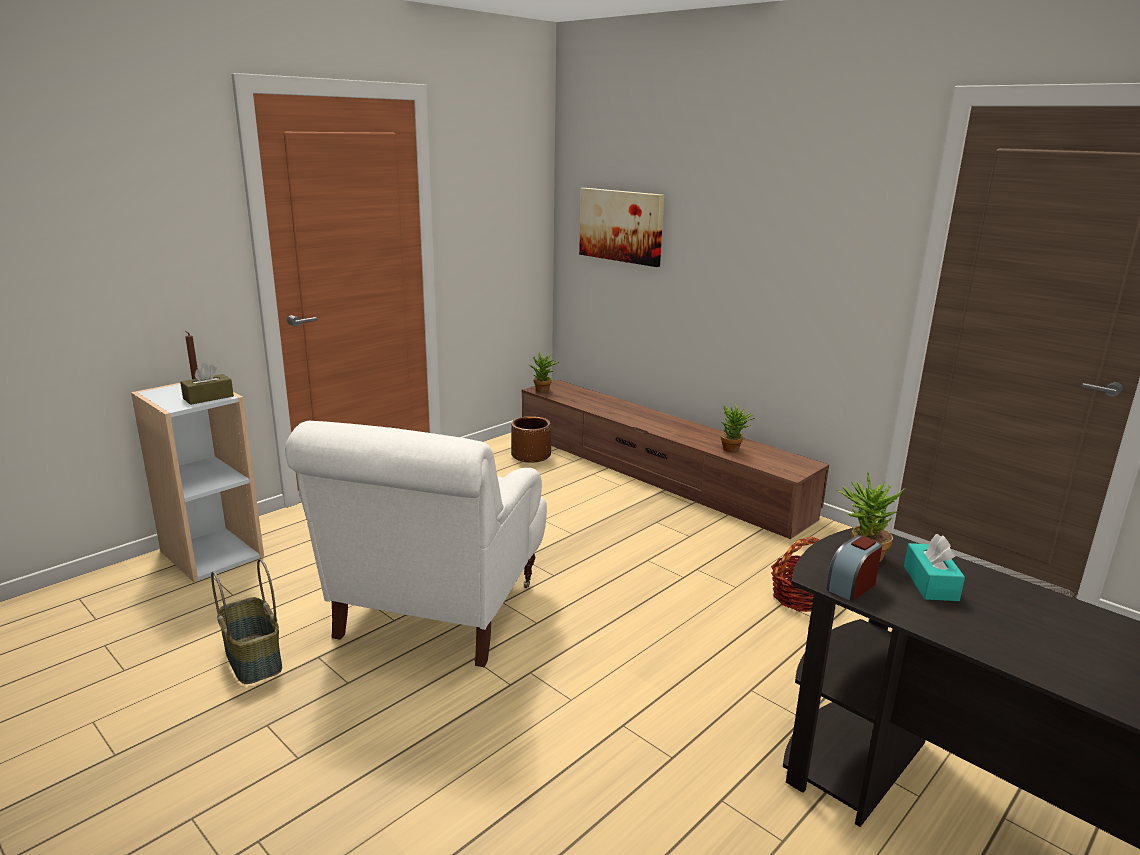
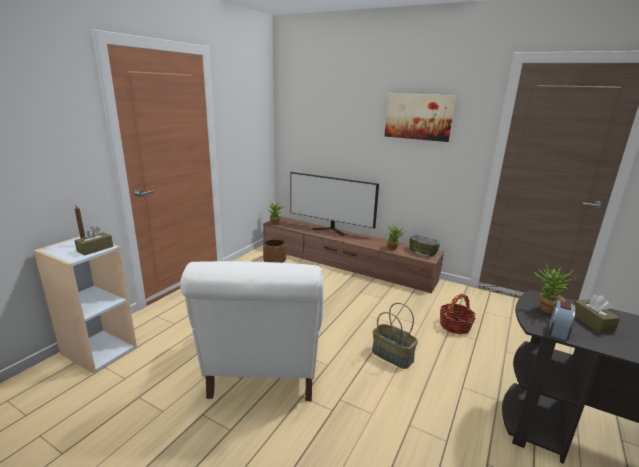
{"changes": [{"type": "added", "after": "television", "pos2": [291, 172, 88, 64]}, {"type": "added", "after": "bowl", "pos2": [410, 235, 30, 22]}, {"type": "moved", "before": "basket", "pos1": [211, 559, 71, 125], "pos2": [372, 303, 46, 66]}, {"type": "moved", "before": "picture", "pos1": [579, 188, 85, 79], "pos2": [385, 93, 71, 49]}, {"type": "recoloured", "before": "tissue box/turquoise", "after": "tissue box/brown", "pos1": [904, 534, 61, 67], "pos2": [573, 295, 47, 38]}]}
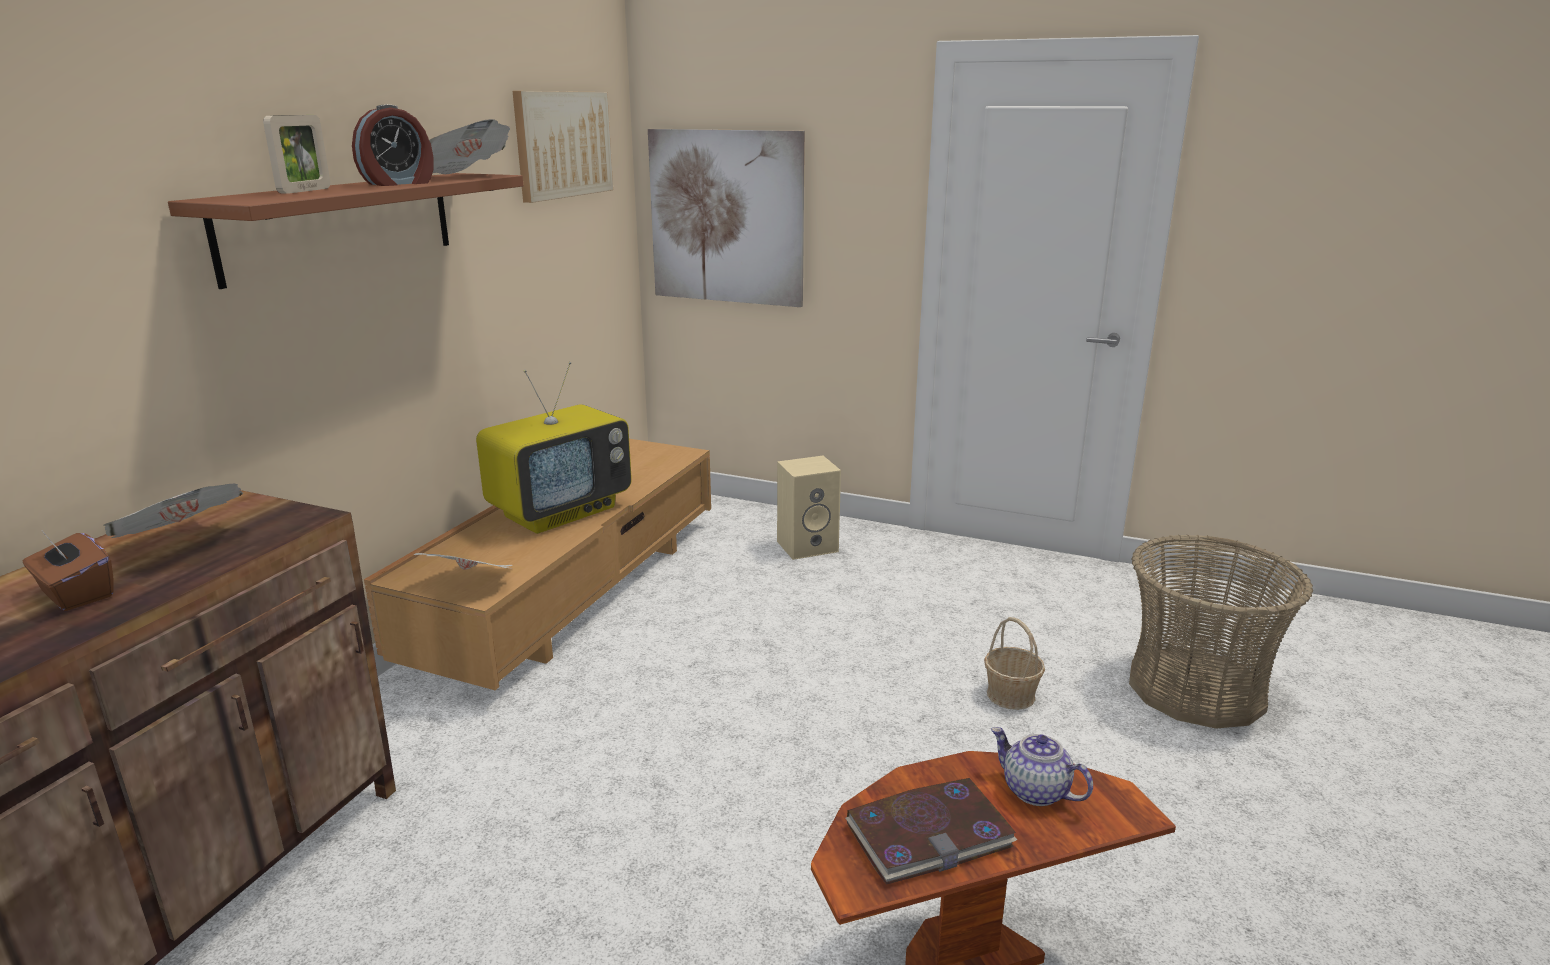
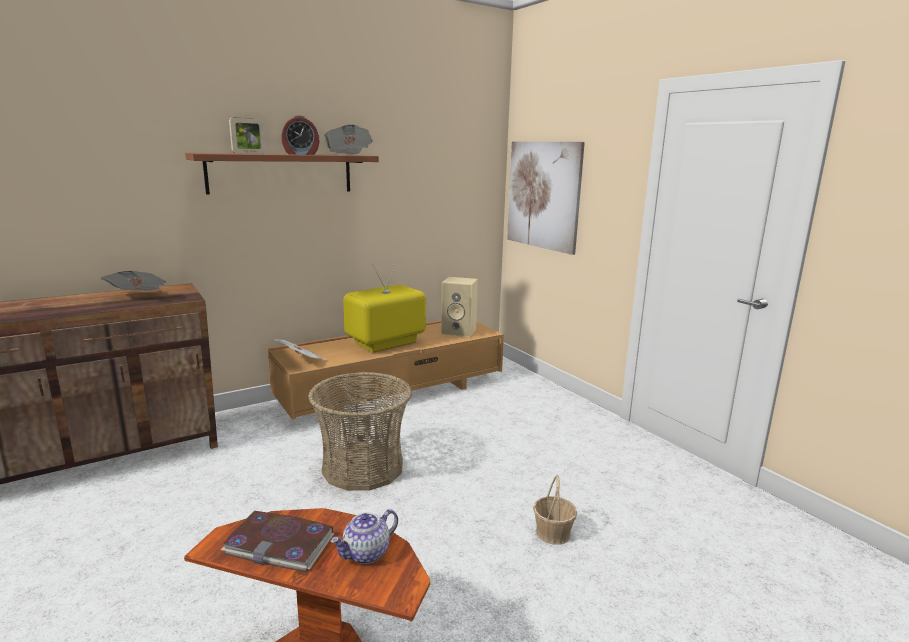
{"changes": [{"type": "removed", "before": "tissue box/brown", "pos1": [23, 532, 91, 79]}, {"type": "removed", "before": "picture", "pos1": [513, 91, 100, 112]}, {"type": "moved", "before": "speaker/beige", "pos1": [777, 456, 64, 104], "pos2": [441, 277, 37, 60]}, {"type": "moved", "before": "basket", "pos1": [1129, 534, 184, 195], "pos2": [308, 372, 104, 119]}, {"type": "turned", "before": "television", "pos1": [476, 362, 156, 172], "pos2": [343, 259, 83, 94], "turn": 150}, {"type": "turned", "before": "teapot", "pos1": [991, 727, 102, 79], "pos2": [330, 509, 68, 55], "turn": -120}]}
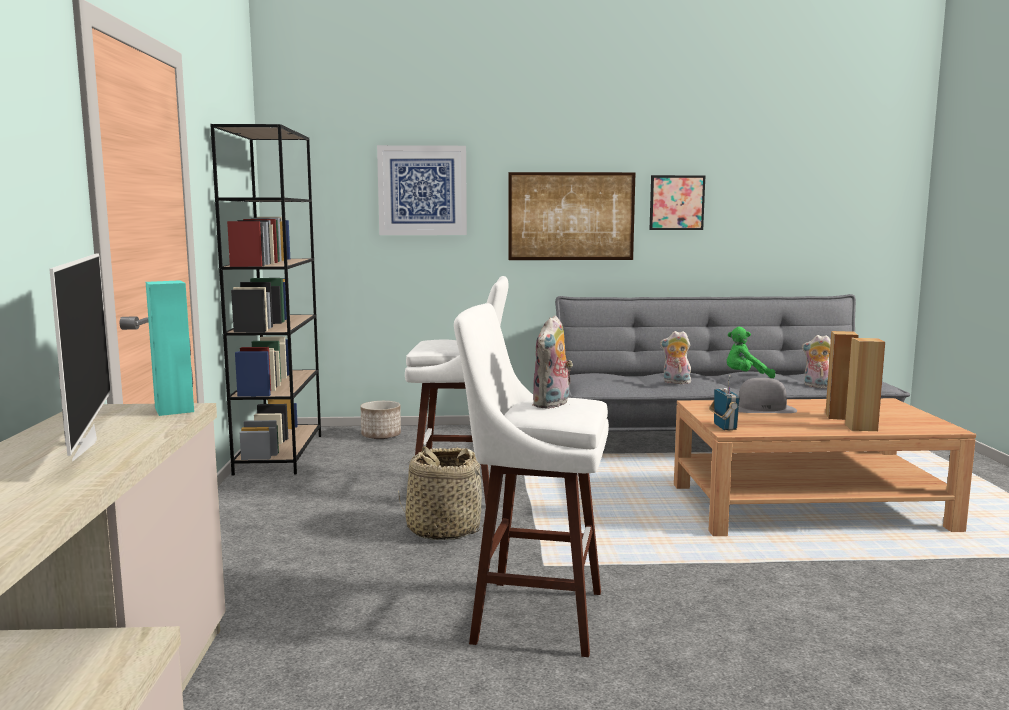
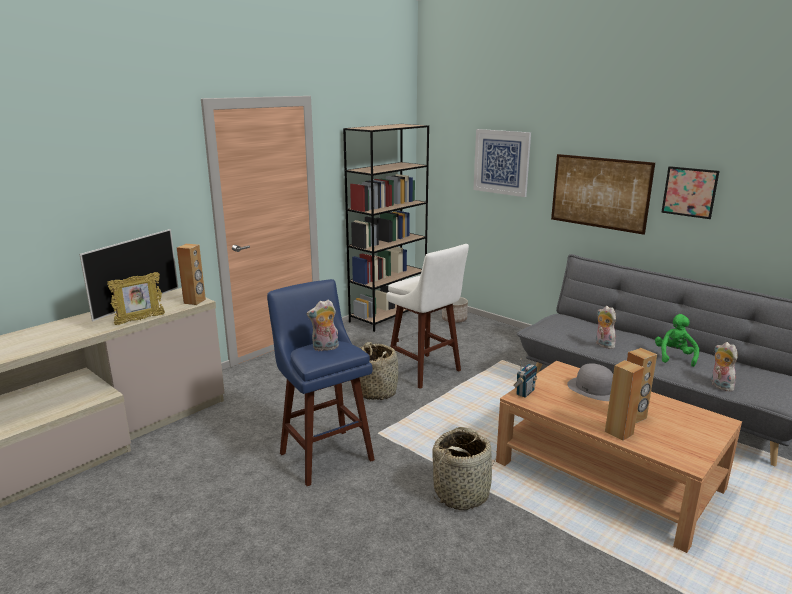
{"changes": [{"type": "added", "after": "picture frame", "pos2": [107, 272, 58, 53]}, {"type": "added", "after": "basket", "pos2": [432, 427, 63, 83]}, {"type": "recoloured", "before": "speaker/turquoise", "after": "speaker/brown", "pos1": [146, 280, 48, 136], "pos2": [177, 244, 29, 61]}, {"type": "recoloured", "before": "stool/white", "after": "stool/blue", "pos1": [454, 303, 155, 354], "pos2": [267, 279, 108, 207]}, {"type": "turned", "before": "plush toy/green", "pos1": [727, 327, 48, 51], "pos2": [655, 314, 44, 53], "turn": 60}]}
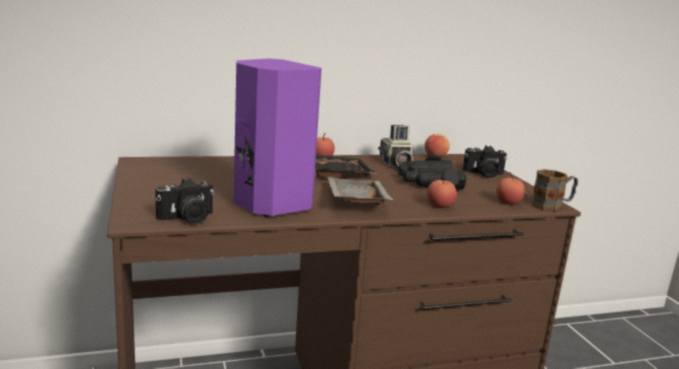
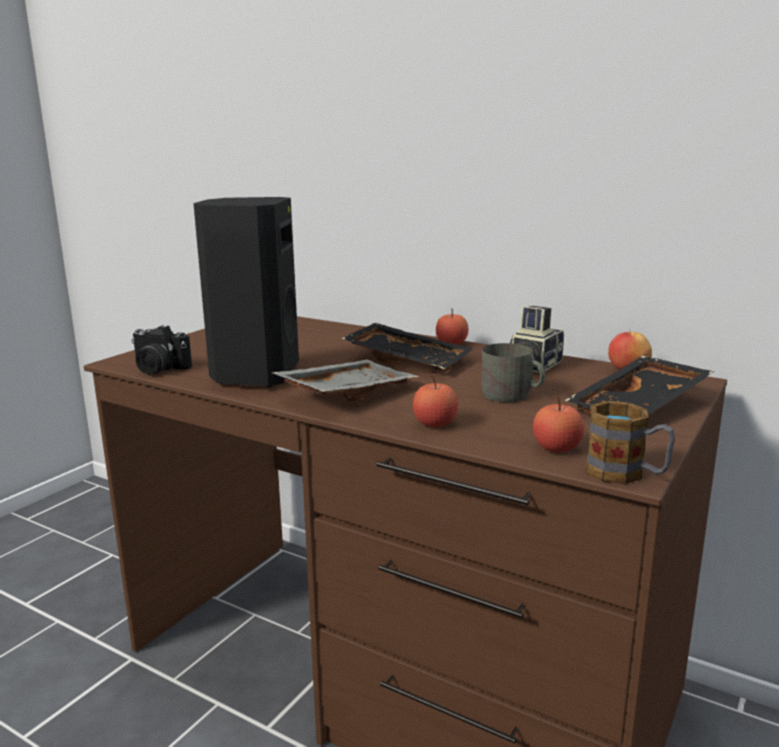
{"changes": [{"type": "replaced", "before": "binoculars/black", "after": "mug/grey", "pos1": [398, 155, 69, 34], "pos2": [482, 343, 63, 59]}, {"type": "replaced", "before": "photo camera", "after": "tray/black", "pos1": [463, 145, 44, 33], "pos2": [565, 356, 149, 60]}, {"type": "recoloured", "before": "speaker/purple", "after": "speaker/black", "pos1": [234, 58, 88, 159], "pos2": [193, 197, 106, 190]}]}
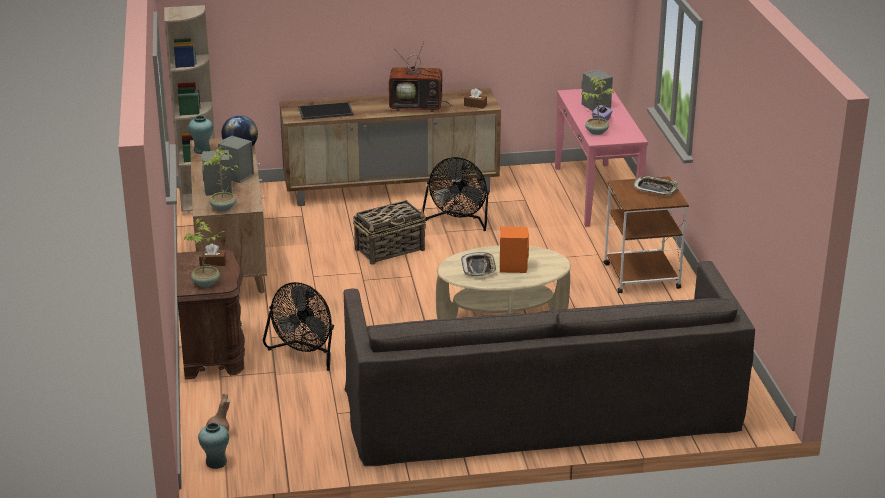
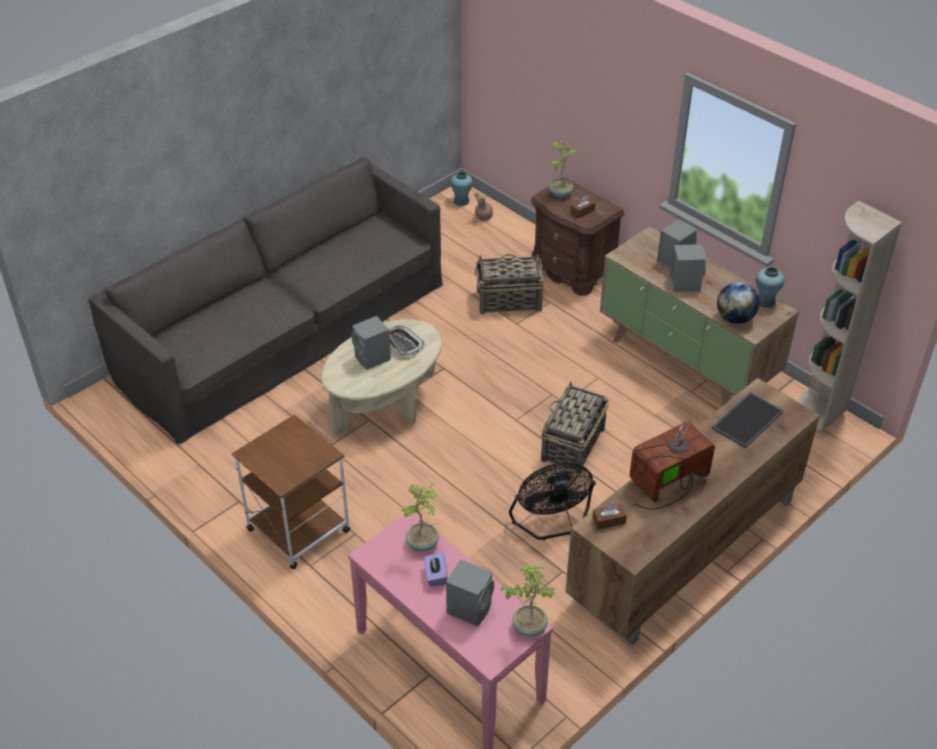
{"changes": [{"type": "removed", "before": "tray", "pos1": [634, 176, 44, 20]}, {"type": "moved", "before": "potted plant", "pos1": [203, 146, 36, 65], "pos2": [500, 563, 55, 74]}, {"type": "replaced", "before": "fan/black", "after": "basket", "pos1": [263, 282, 71, 89], "pos2": [475, 253, 69, 61]}, {"type": "recoloured", "before": "speaker/orange", "after": "speaker/grey", "pos1": [500, 227, 29, 46], "pos2": [351, 316, 40, 54]}]}
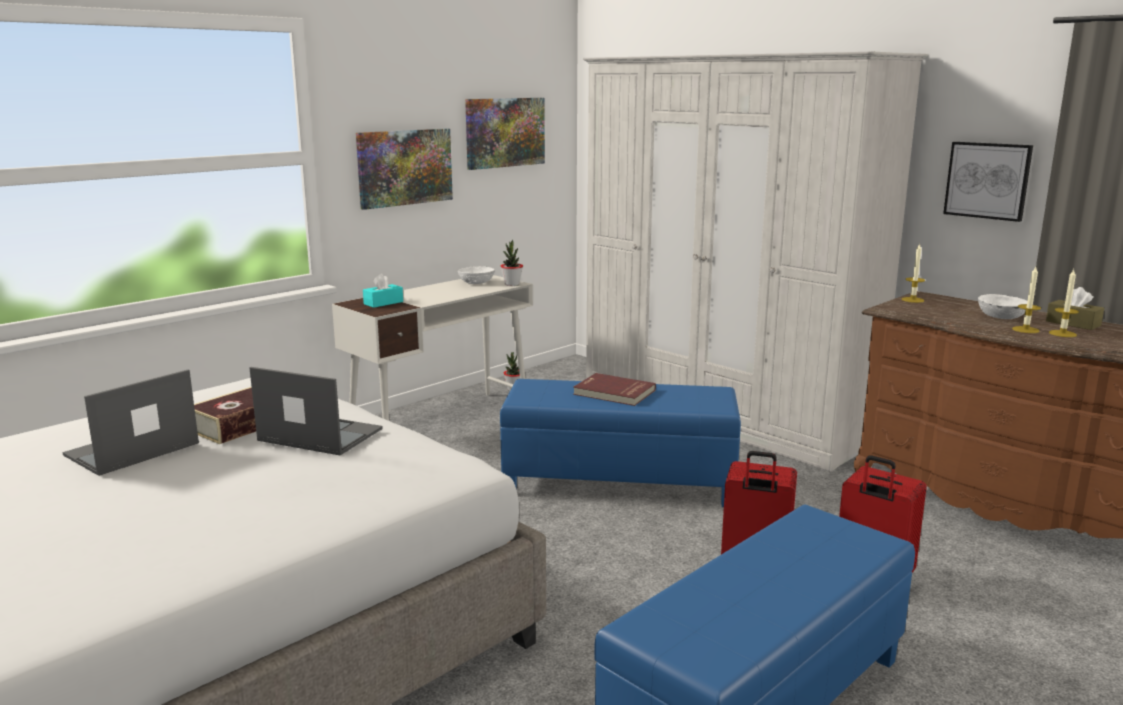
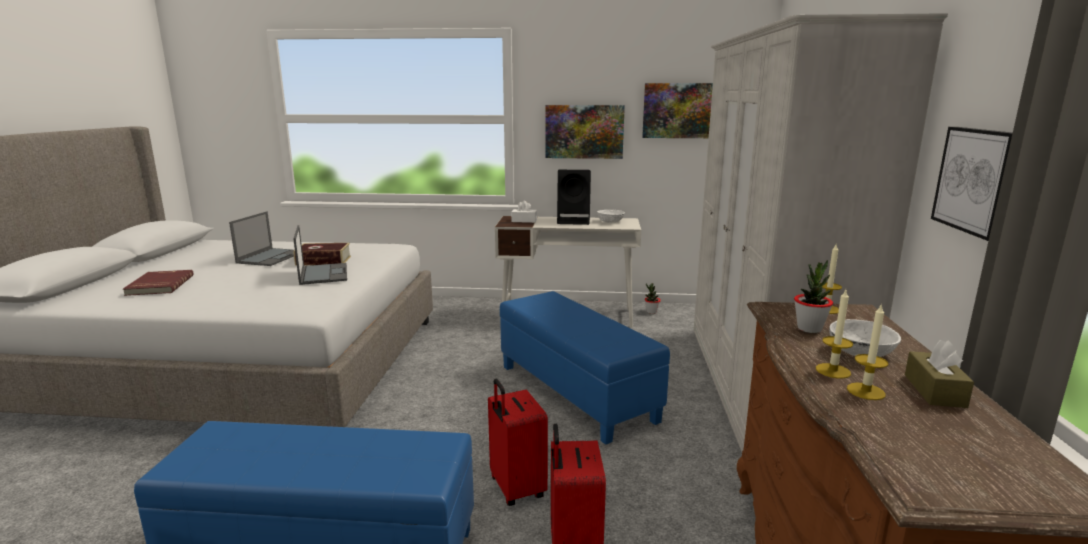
{"changes": [{"type": "added", "after": "speaker/black", "pos2": [557, 170, 34, 55]}, {"type": "moved", "before": "potted plant", "pos1": [501, 240, 22, 46], "pos2": [794, 260, 39, 73]}, {"type": "moved", "before": "book/red", "pos1": [573, 373, 83, 33], "pos2": [123, 270, 70, 26]}, {"type": "recoloured", "before": "tissue box/turquoise", "after": "tissue box/white", "pos1": [363, 273, 40, 35], "pos2": [511, 201, 26, 22]}, {"type": "turned", "before": "laptop", "pos1": [62, 369, 137, 107], "pos2": [229, 211, 65, 55], "turn": 105}]}
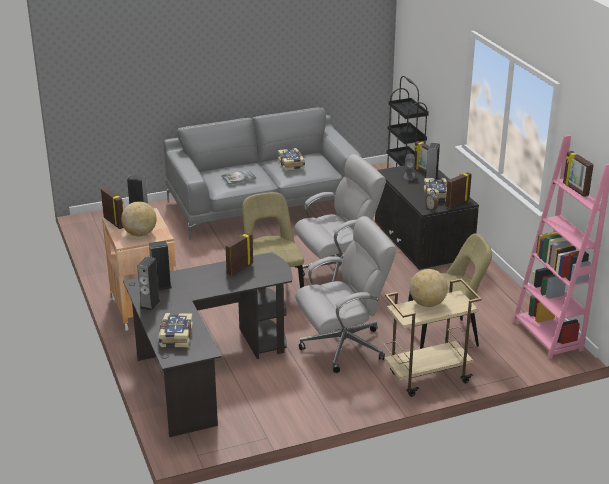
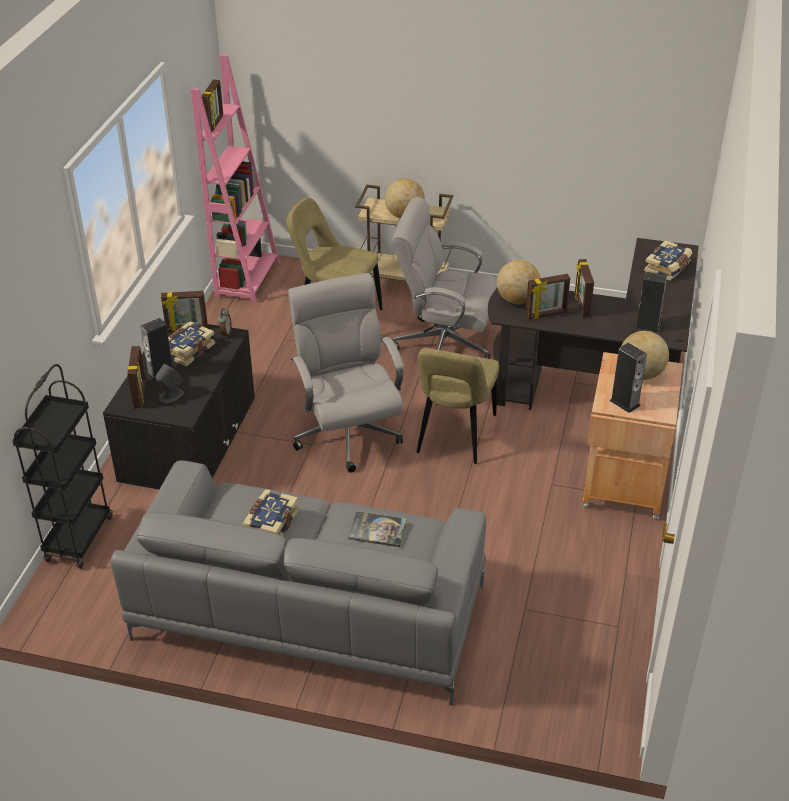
{"changes": [{"type": "removed", "before": "speaker", "pos1": [137, 256, 23, 55]}, {"type": "added", "after": "globe", "pos2": [497, 260, 44, 44]}, {"type": "moved", "before": "picture frame", "pos1": [101, 188, 22, 41], "pos2": [575, 259, 19, 58]}, {"type": "turned", "before": "office chair/grey", "pos1": [294, 154, 92, 128], "pos2": [288, 273, 116, 200], "turn": 60}]}
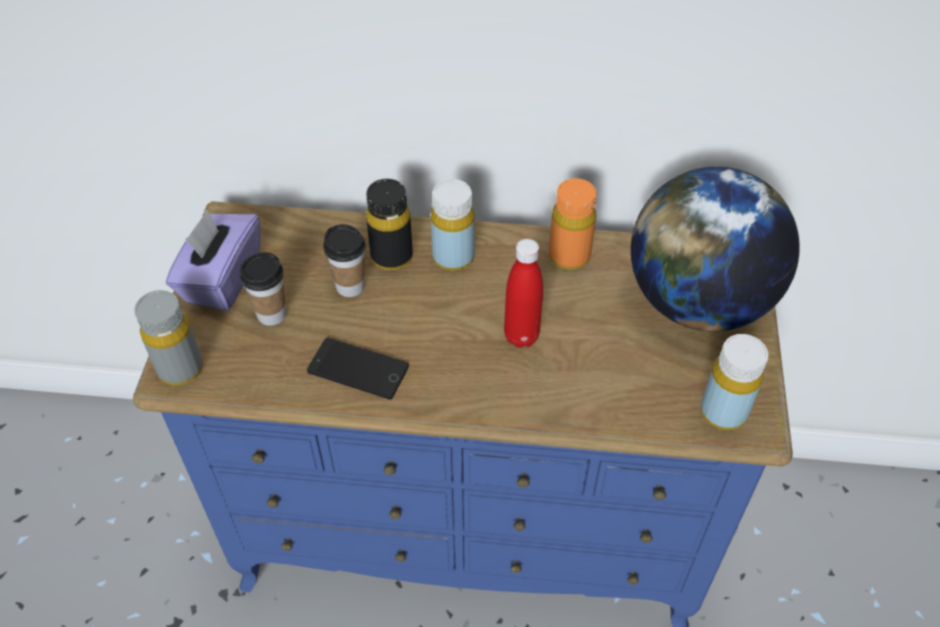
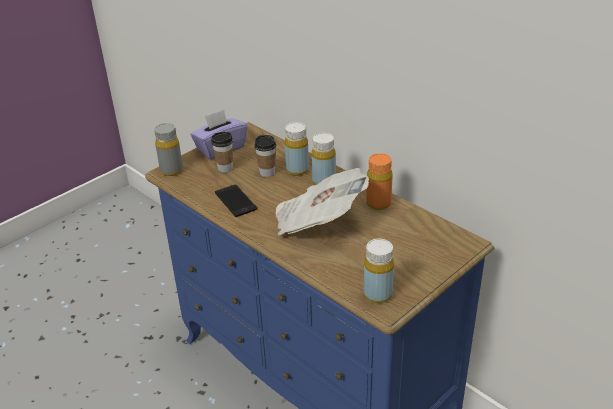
{"changes": [{"type": "removed", "before": "globe", "pos1": [631, 167, 169, 164]}, {"type": "replaced", "before": "bottle/red", "after": "newspaper", "pos1": [504, 239, 39, 109], "pos2": [276, 168, 93, 68]}, {"type": "recoloured", "before": "bottle/black", "after": "bottle/yellow", "pos1": [366, 179, 47, 91], "pos2": [284, 122, 25, 54]}]}
